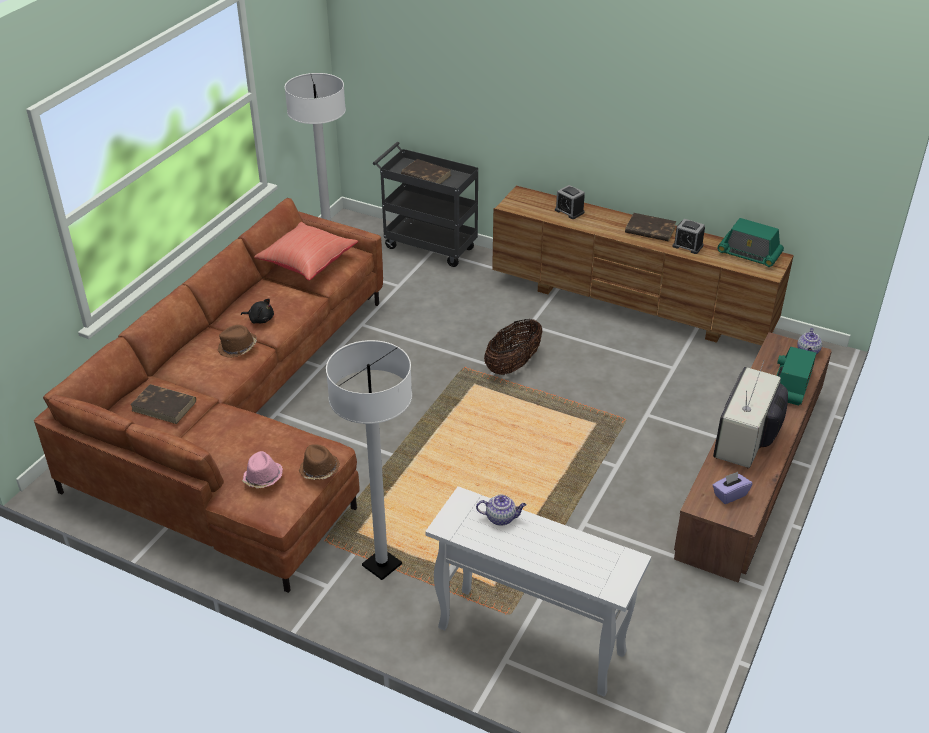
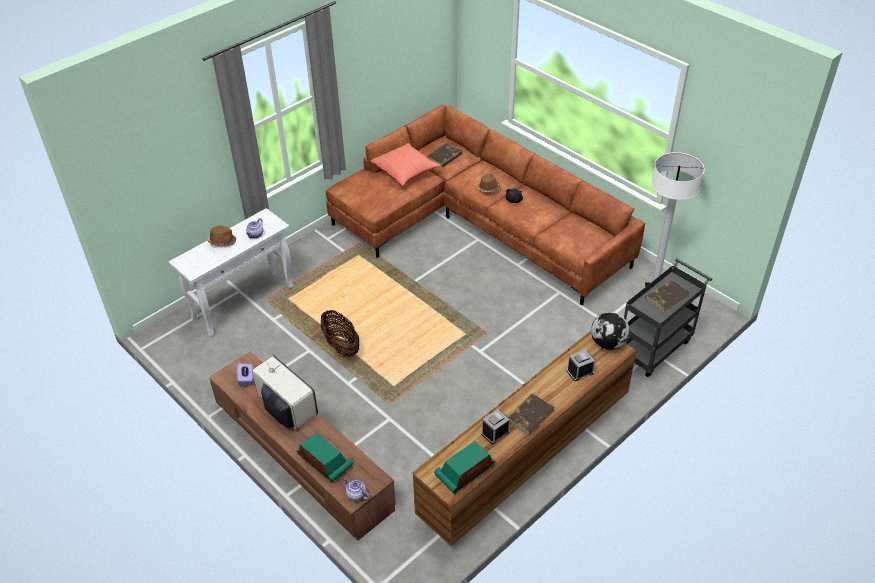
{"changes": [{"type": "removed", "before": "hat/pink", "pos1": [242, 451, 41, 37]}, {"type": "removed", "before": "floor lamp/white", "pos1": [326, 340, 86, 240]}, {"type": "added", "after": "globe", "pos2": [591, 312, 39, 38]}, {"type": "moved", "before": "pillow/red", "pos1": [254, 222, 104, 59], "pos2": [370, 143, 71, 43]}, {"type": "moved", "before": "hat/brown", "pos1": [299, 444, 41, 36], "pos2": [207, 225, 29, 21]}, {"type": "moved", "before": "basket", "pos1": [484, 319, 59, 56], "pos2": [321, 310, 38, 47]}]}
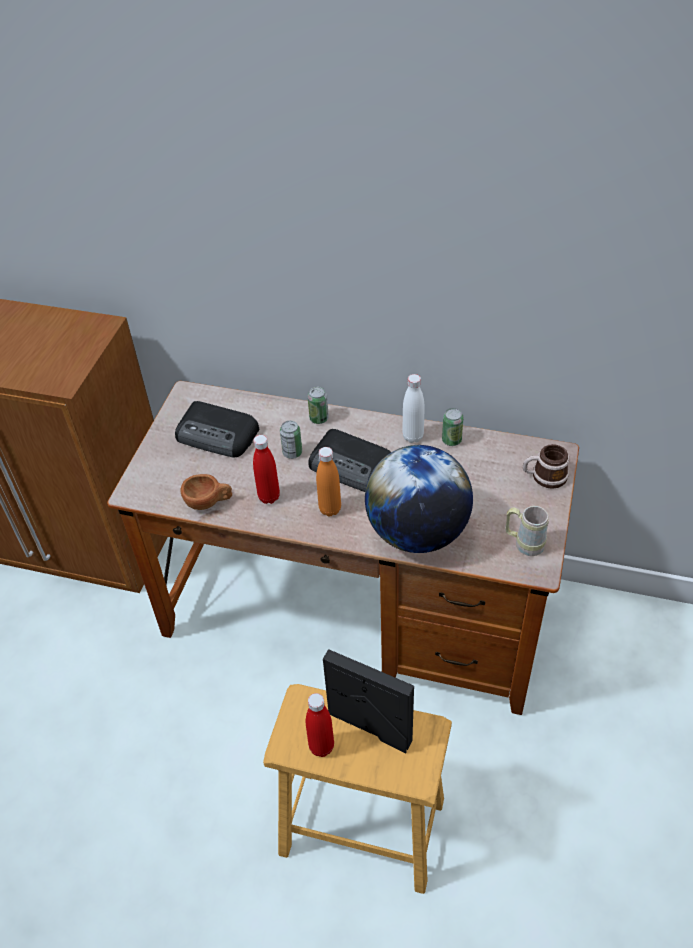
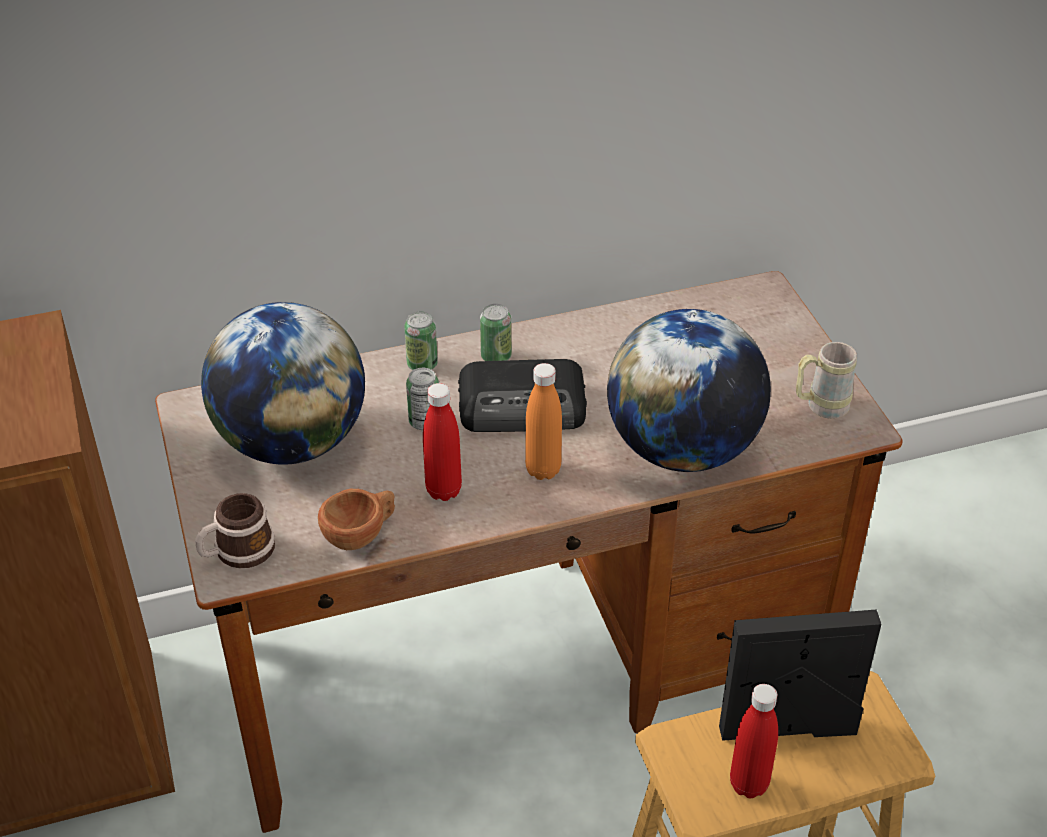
{"changes": [{"type": "removed", "before": "bottle/white", "pos1": [402, 374, 23, 69]}, {"type": "moved", "before": "can", "pos1": [442, 408, 22, 38], "pos2": [480, 304, 31, 57]}, {"type": "moved", "before": "mug", "pos1": [523, 444, 46, 45], "pos2": [195, 493, 80, 75]}, {"type": "replaced", "before": "radio", "after": "globe", "pos1": [175, 401, 85, 57], "pos2": [201, 302, 164, 163]}]}
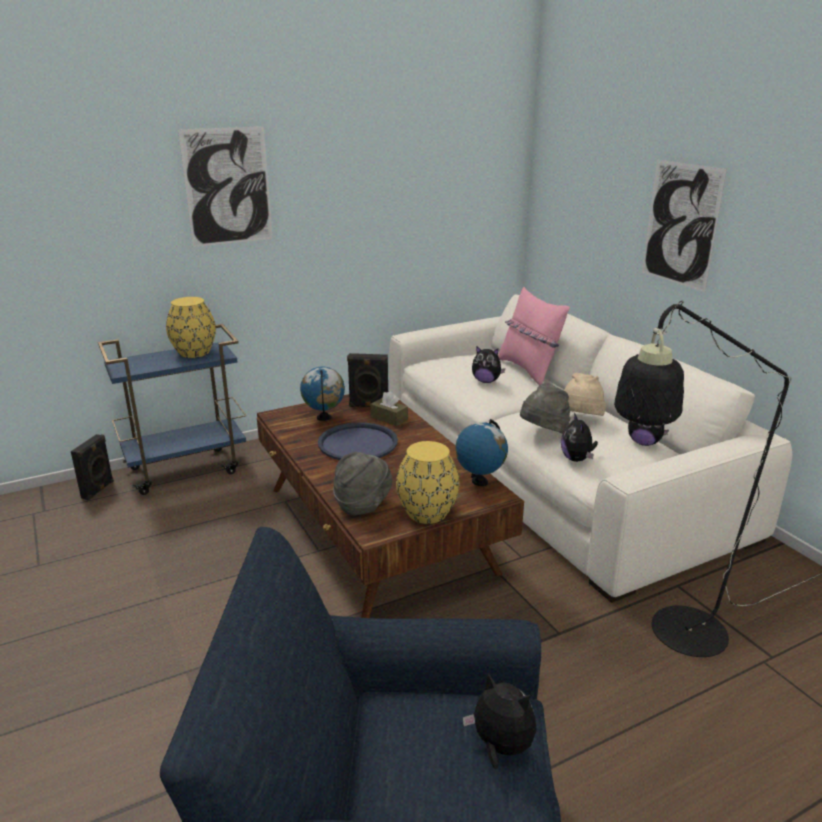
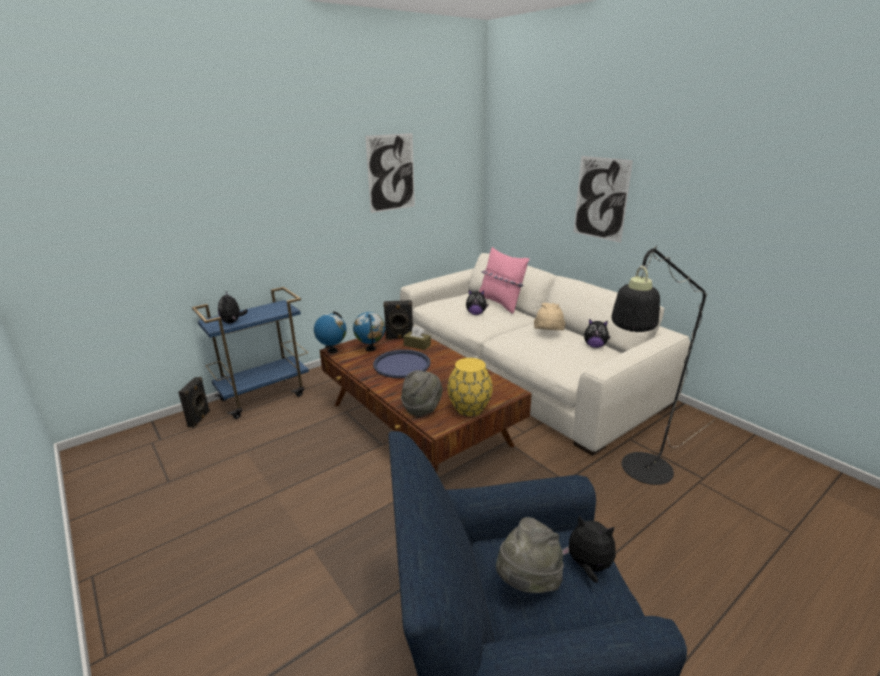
{"changes": [{"type": "removed", "before": "vase/yellow", "pos1": [166, 297, 50, 61]}, {"type": "moved", "before": "picture", "pos1": [178, 126, 95, 121], "pos2": [365, 133, 50, 80]}, {"type": "moved", "before": "globe", "pos1": [456, 419, 52, 67], "pos2": [314, 311, 33, 42]}, {"type": "moved", "before": "hat/grey", "pos1": [520, 383, 50, 51], "pos2": [496, 517, 68, 76]}, {"type": "moved", "before": "plush toy", "pos1": [561, 412, 37, 50], "pos2": [218, 292, 30, 31]}]}
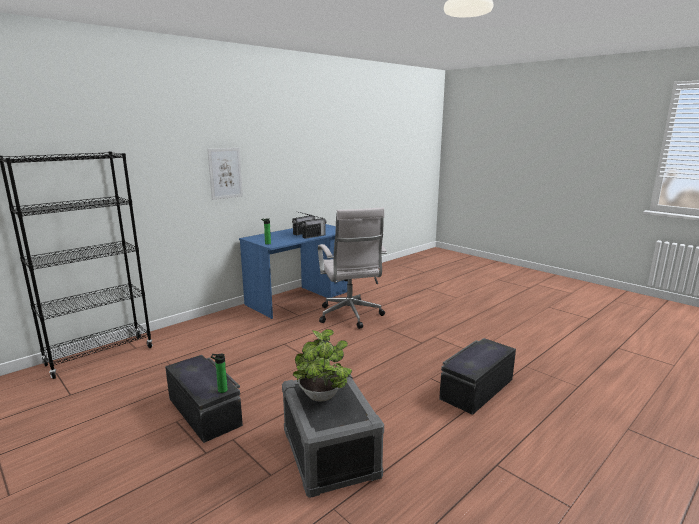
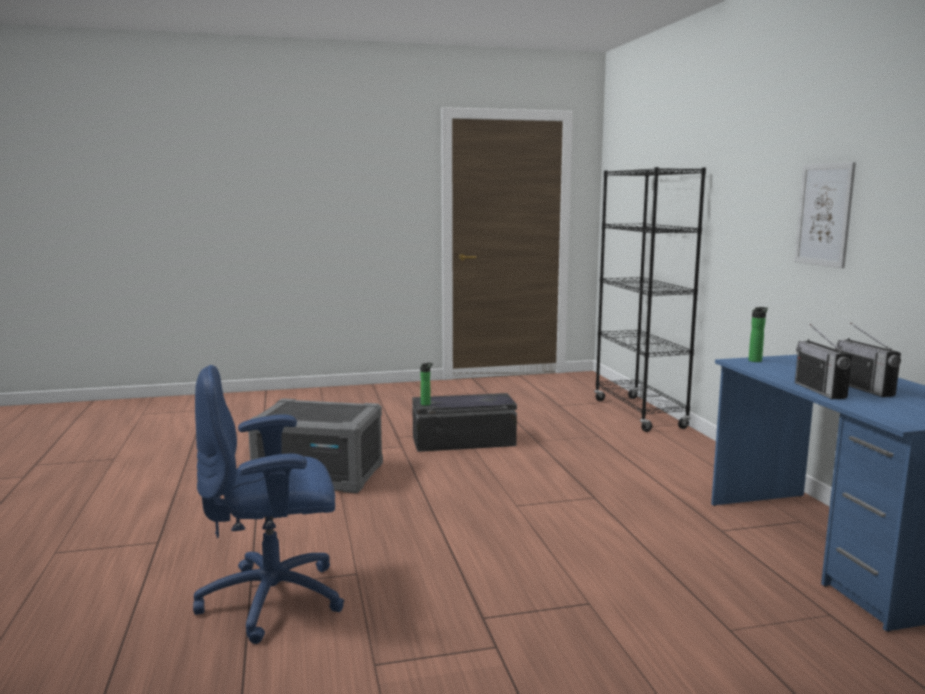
{"changes": [{"type": "removed", "before": "potted plant", "pos1": [293, 329, 59, 73]}, {"type": "removed", "before": "office chair/white", "pos1": [318, 207, 69, 122]}, {"type": "replaced", "before": "storage box/black", "after": "office chair/blue", "pos1": [439, 338, 77, 77], "pos2": [193, 365, 151, 279]}]}
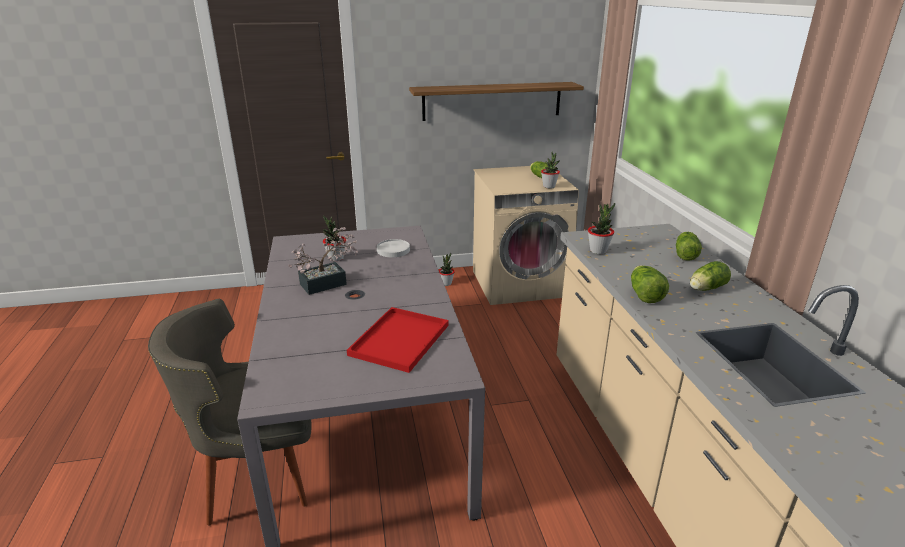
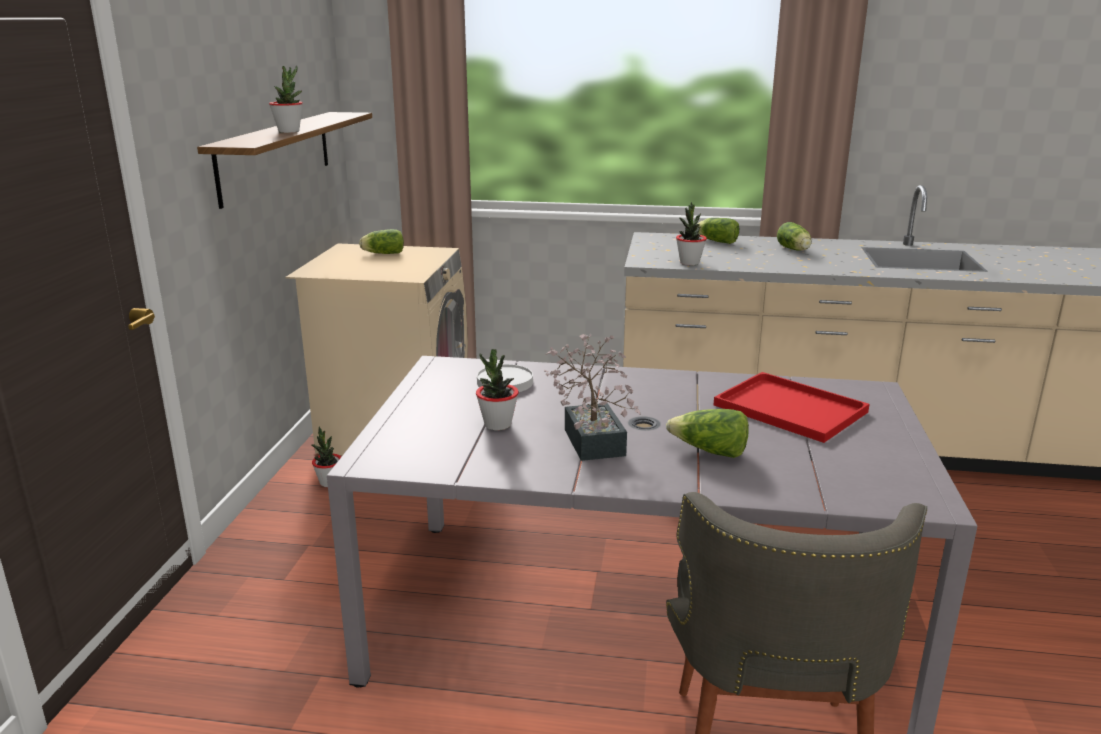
{"changes": [{"type": "moved", "before": "potted plant", "pos1": [541, 152, 19, 37], "pos2": [269, 66, 34, 67]}, {"type": "moved", "before": "lettuce", "pos1": [631, 265, 38, 38], "pos2": [666, 409, 83, 49]}]}
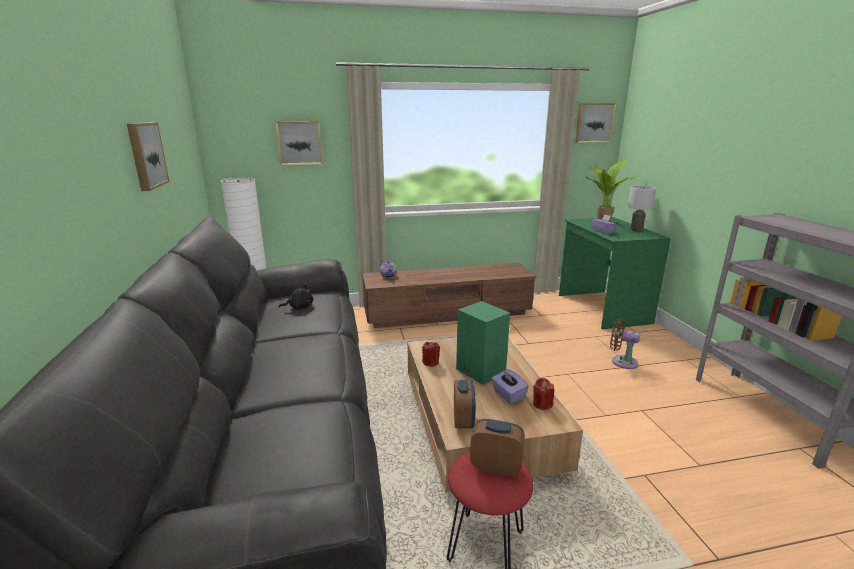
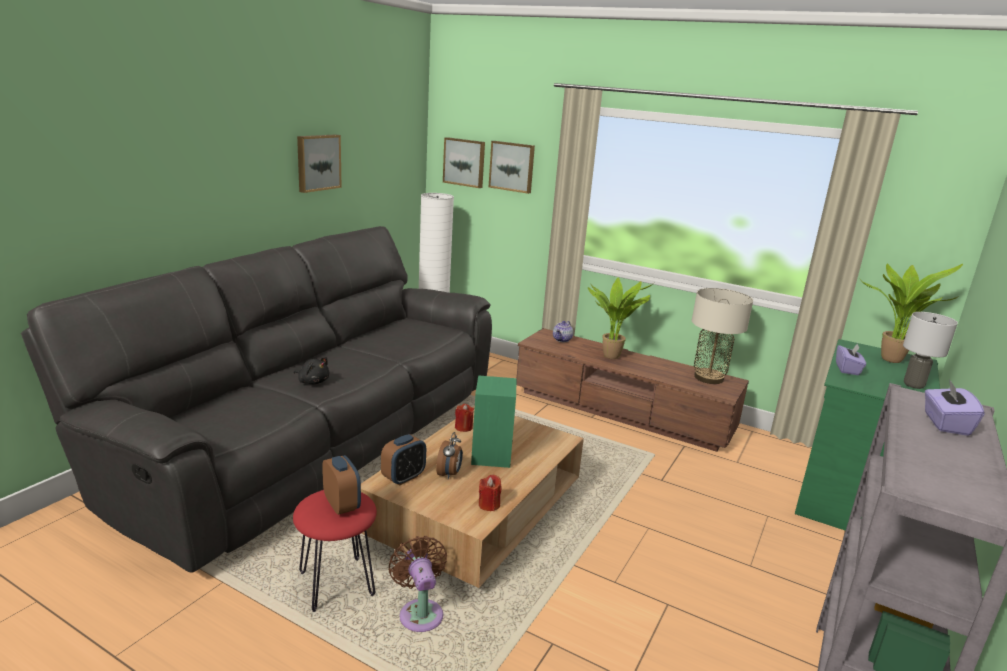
{"changes": [{"type": "added", "after": "alarm clock", "pos2": [436, 432, 27, 47]}, {"type": "added", "after": "potted plant", "pos2": [588, 278, 68, 81]}, {"type": "added", "after": "table lamp", "pos2": [692, 288, 61, 96]}, {"type": "moved", "before": "plush toy/black", "pos1": [279, 285, 34, 24], "pos2": [293, 357, 36, 27]}, {"type": "moved", "before": "tissue box/purple", "pos1": [491, 369, 38, 35], "pos2": [925, 379, 59, 57]}, {"type": "moved", "before": "picture", "pos1": [575, 103, 41, 40], "pos2": [443, 137, 42, 51]}, {"type": "moved", "before": "fan/brown", "pos1": [610, 318, 30, 51], "pos2": [388, 536, 59, 96]}]}
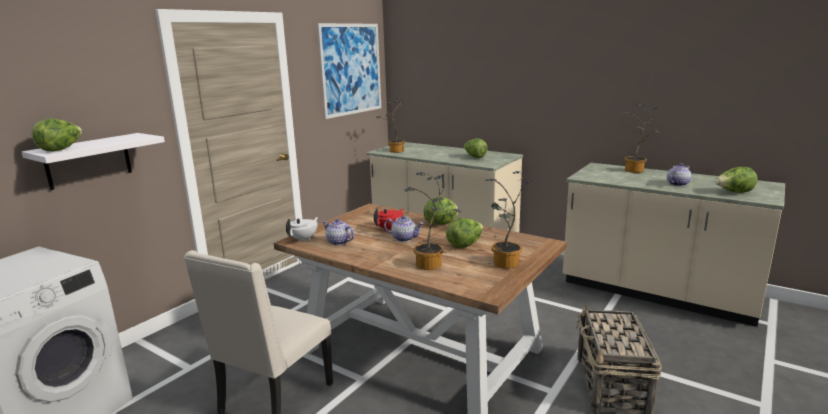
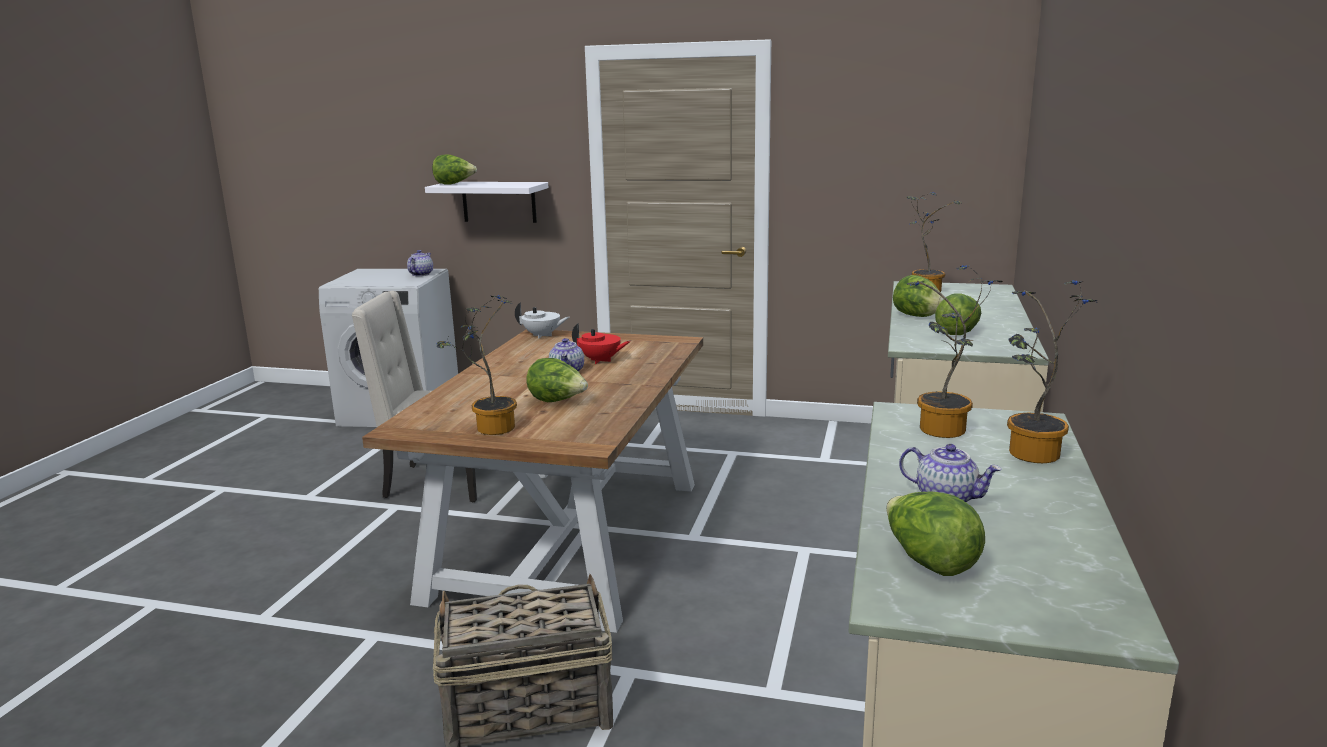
{"changes": [{"type": "removed", "before": "picture", "pos1": [317, 23, 64, 96]}, {"type": "moved", "before": "teapot", "pos1": [323, 219, 32, 26], "pos2": [407, 250, 26, 26]}, {"type": "moved", "before": "potted plant", "pos1": [404, 172, 57, 98], "pos2": [907, 265, 96, 173]}, {"type": "moved", "before": "lettuce", "pos1": [424, 197, 35, 28], "pos2": [893, 275, 51, 42]}]}
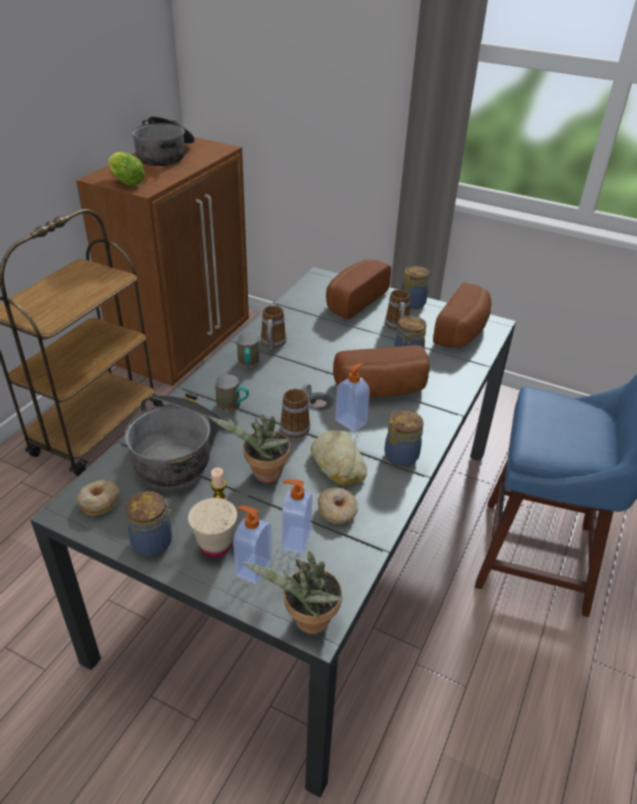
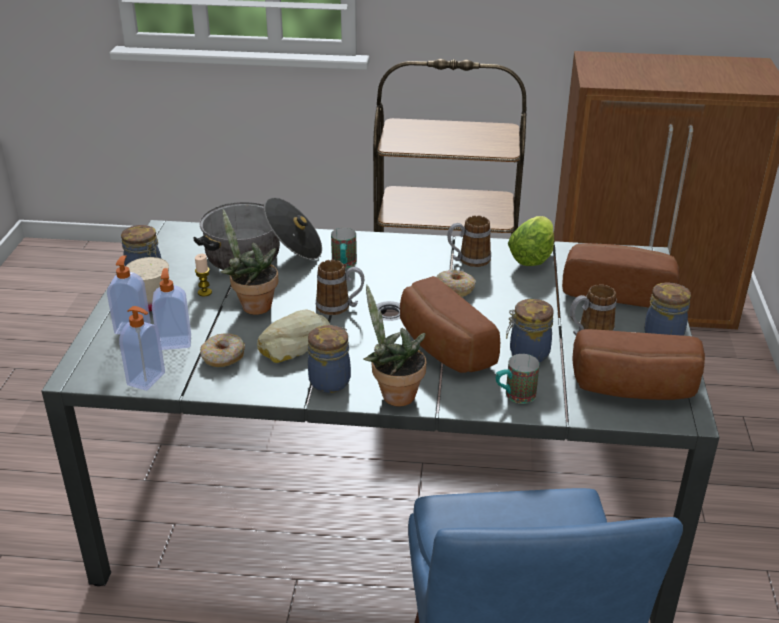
{"changes": [{"type": "removed", "before": "cooking pot", "pos1": [131, 116, 64, 50]}, {"type": "moved", "before": "donut", "pos1": [77, 480, 42, 36], "pos2": [436, 270, 40, 27]}, {"type": "moved", "before": "lettuce", "pos1": [108, 152, 37, 34], "pos2": [508, 216, 46, 50]}, {"type": "moved", "before": "mug", "pos1": [237, 333, 22, 35], "pos2": [495, 354, 45, 50]}, {"type": "moved", "before": "potted plant", "pos1": [243, 551, 100, 83], "pos2": [364, 285, 63, 122]}, {"type": "moved", "before": "soap dispenser", "pos1": [335, 363, 35, 69], "pos2": [119, 306, 46, 85]}]}
